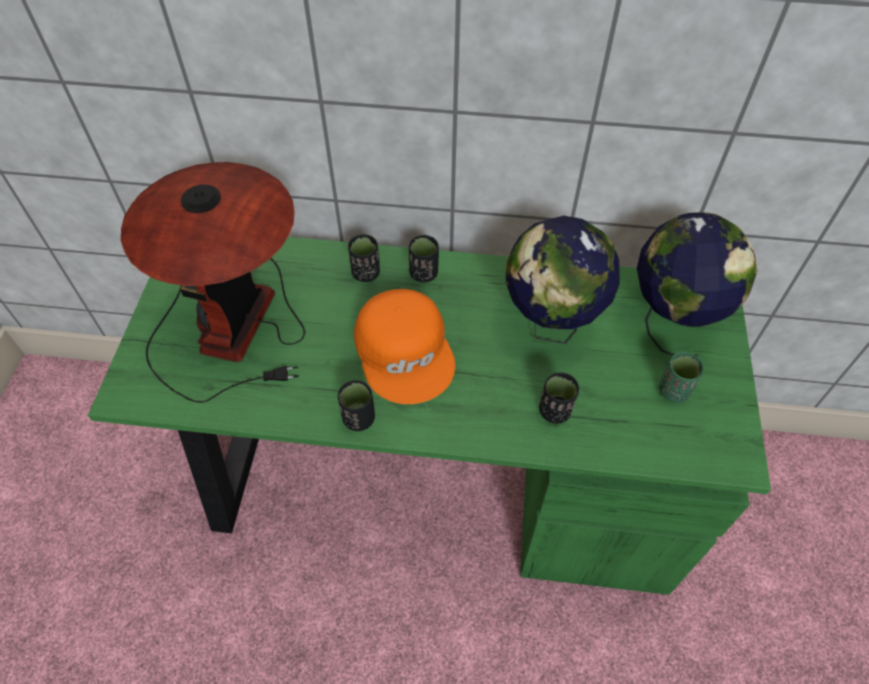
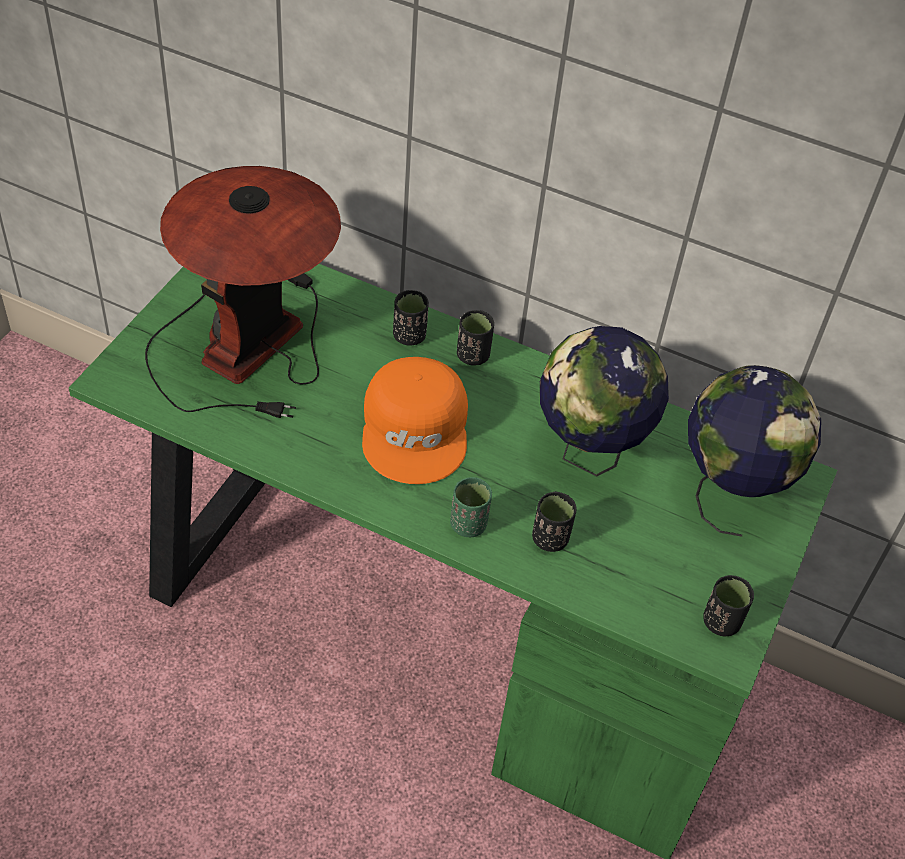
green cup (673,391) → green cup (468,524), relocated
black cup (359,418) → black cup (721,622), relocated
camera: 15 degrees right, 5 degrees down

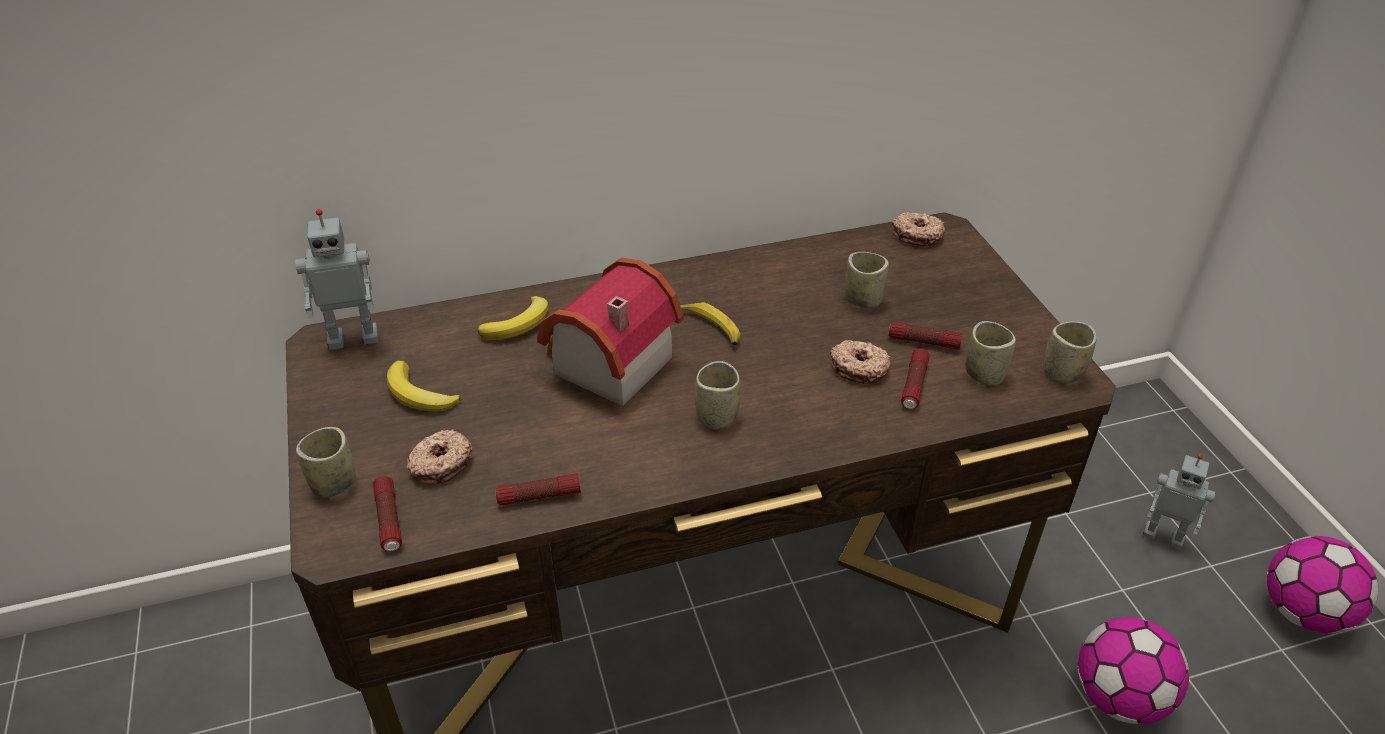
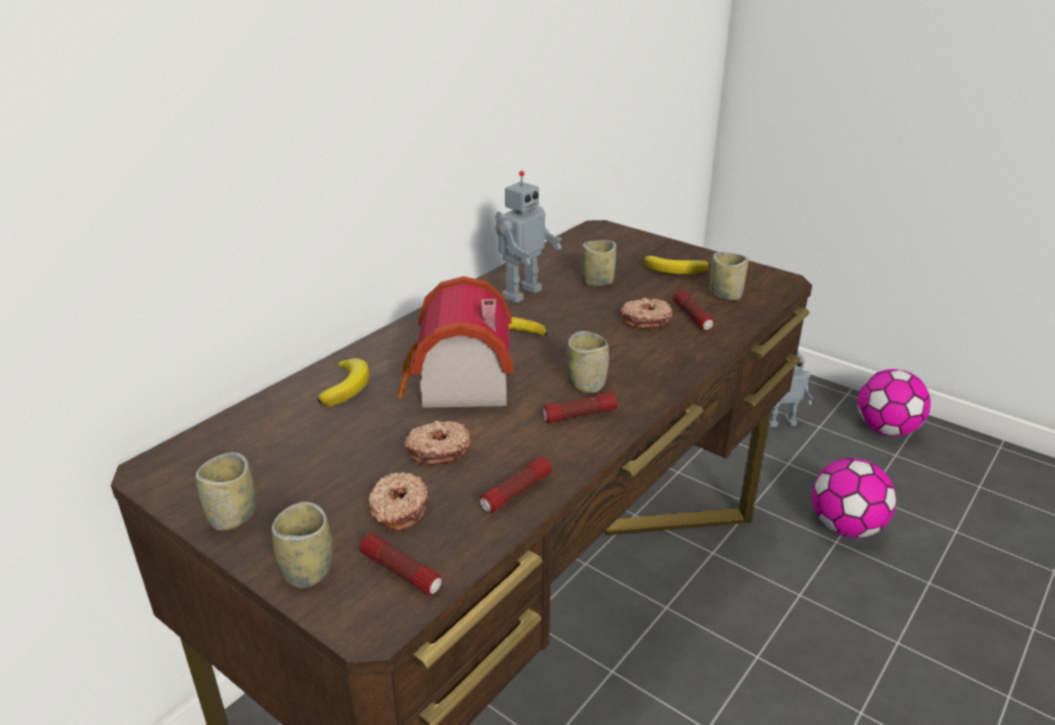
toy robot (354,337) → toy robot (520,293), relocated
donut (917,235) → donut (438,450), relocated
flashlight (924,342) → flashlight (579,415), relocated
cup (1062,372) → cup (232,516), relocated
banana (419,394) → banana (677,270), relocated
camera: 35 degrees left, 10 degrees down

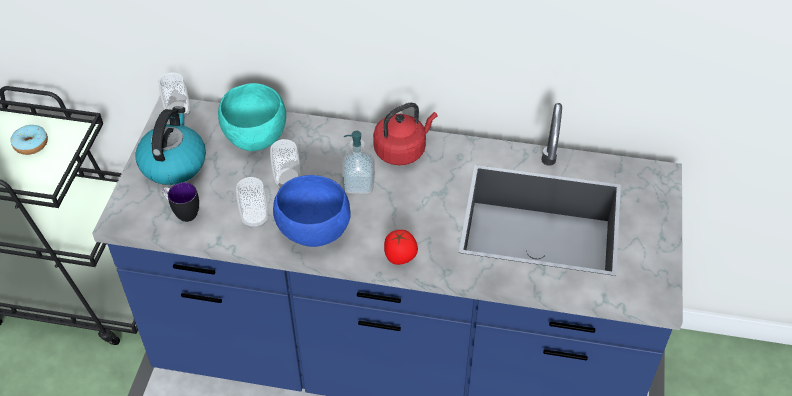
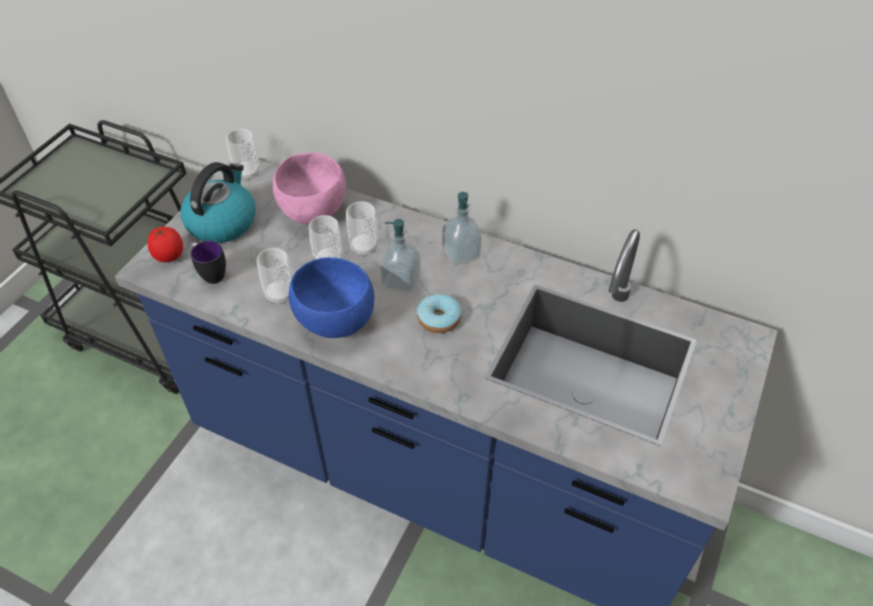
turquoise bowl (256,138) → pink bowl (314,212)
red kettle (402,150) → soap dispenser (461,253)
donut (31,144) → donut (439,319), relocated
tomato (400,257) → tomato (169,257), relocated
- → cup (364,247)
camera: 15 degrees right, 0 degrees up

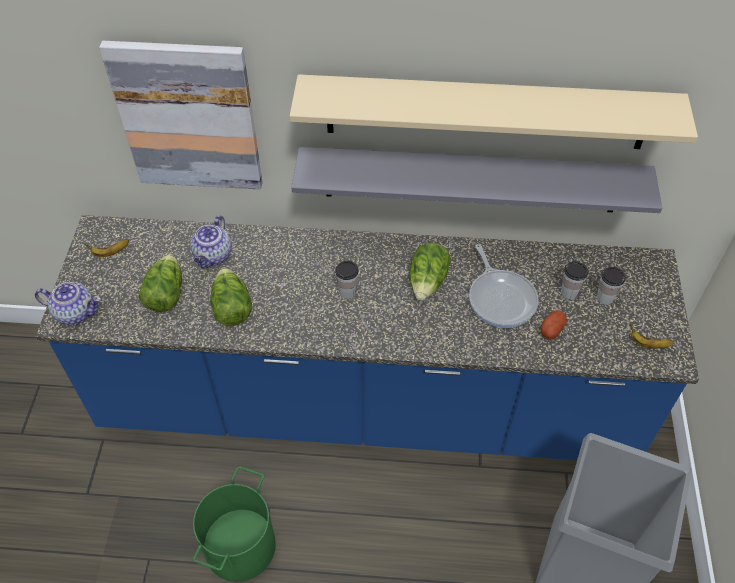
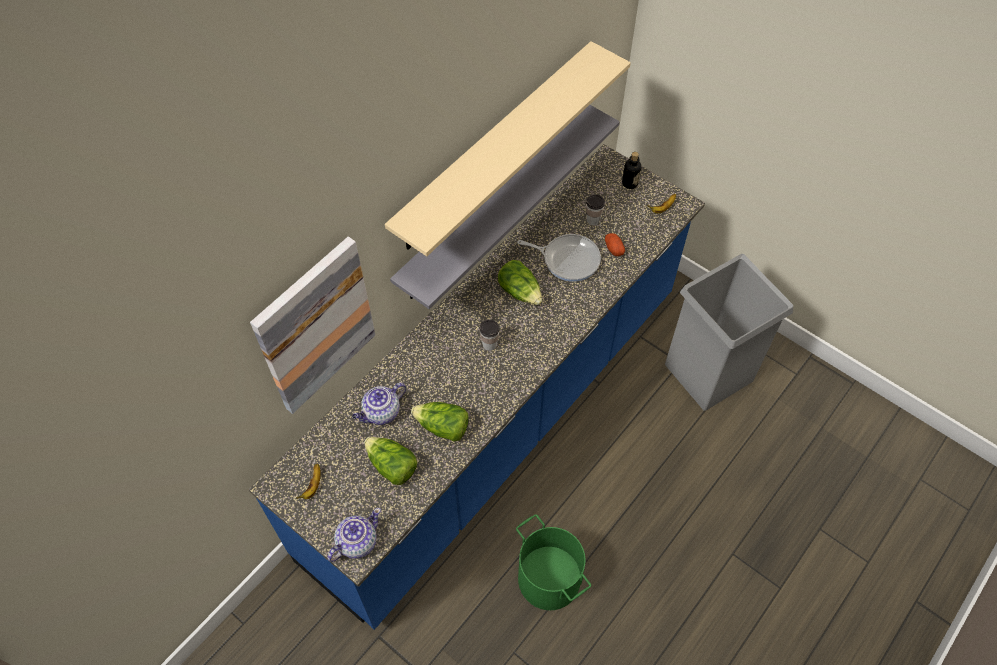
teapot (213,256) → teapot (381,413), 90 degrees clockwise
cup (605,298) → -
- → bottle (629,183)
camera: 55 degrees left, 5 degrees up

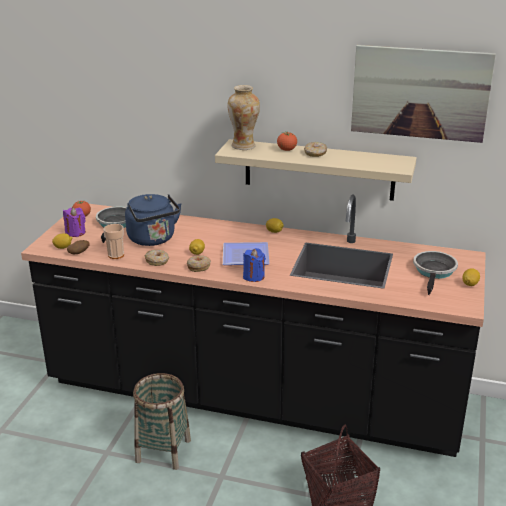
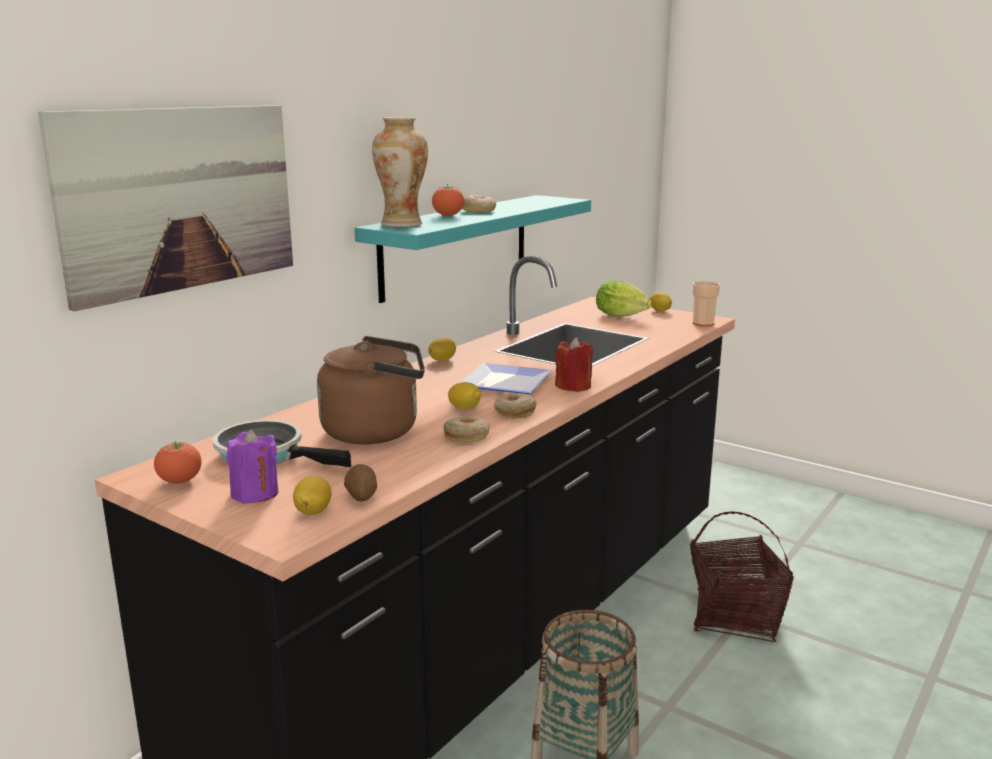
picture (420,93) → picture (180,199), relocated
beige shelf (319,170) → turquoise shelf (456,245)
blue kettle (153,239) → brown kettle (377,431)
cup (116,255) → cup (703,323), relocated
blue candle (253,276) → red candle (573,386)
frying pan (434,272) → lettuce (623,316)
camera: 70 degrees left, 10 degrees down

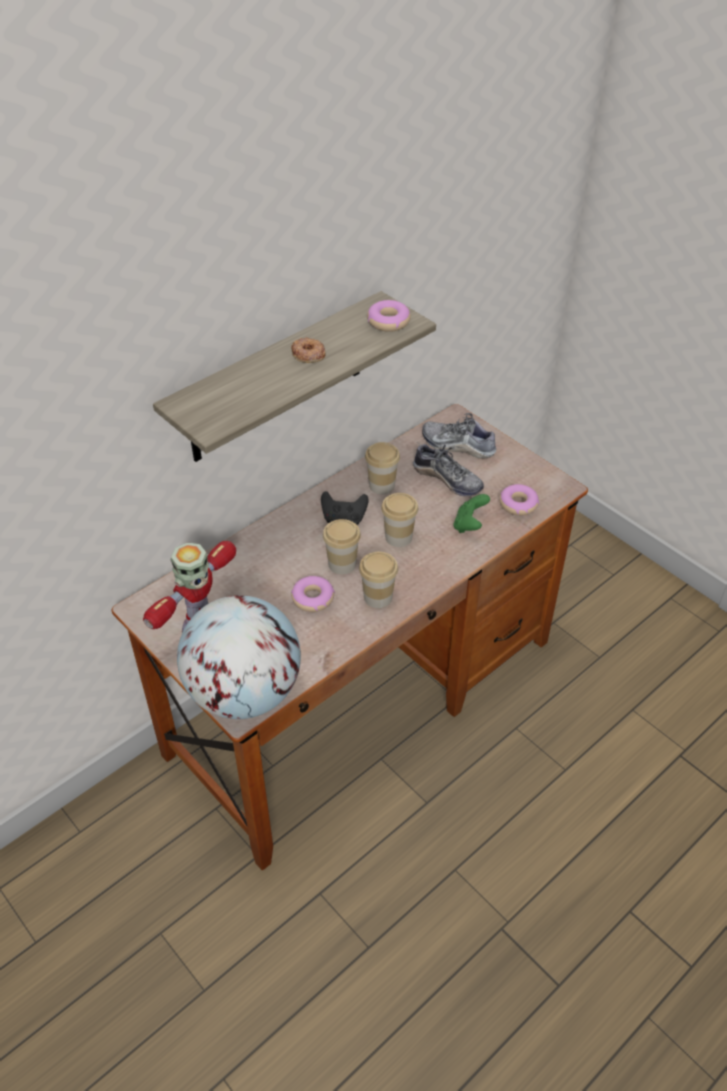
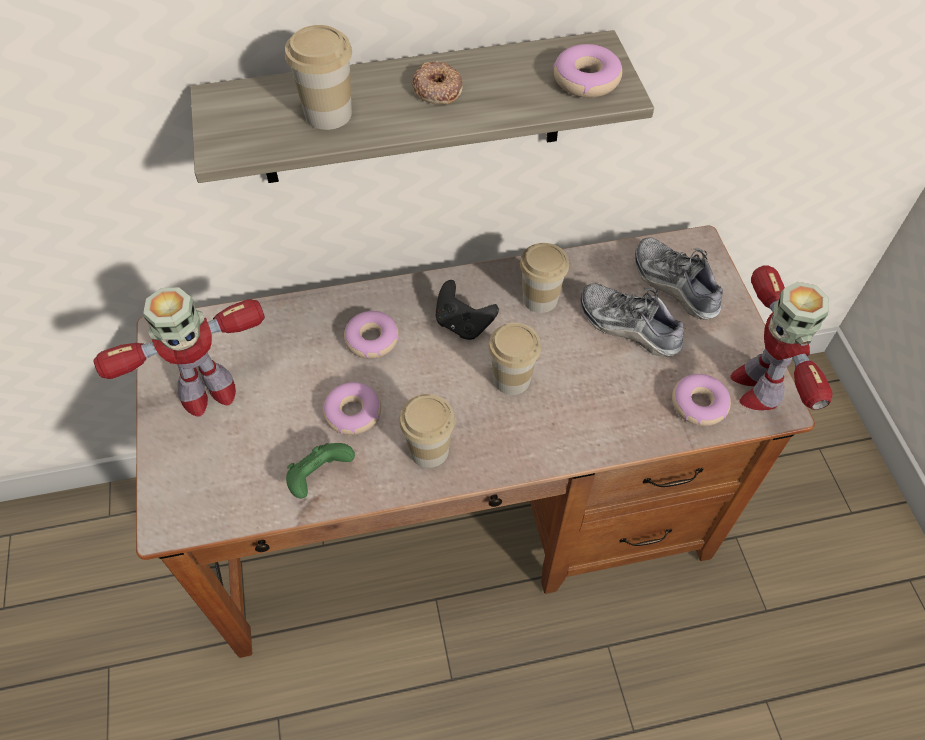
shoe (447,479) → shoe (628,327), 150 degrees clockwise
green game controller (469,525) → green game controller (319,477), relocated
cup (342,564) → cup (328,114), relocated
globe (244,693) → -
- → toy robot (757,386)
- → donut (372,340)
camera: 30 degrees right, 10 degrees up

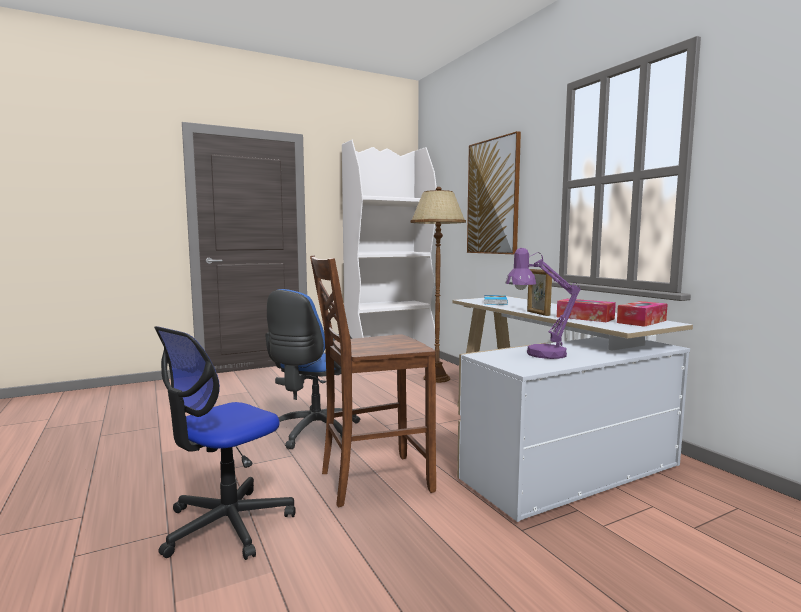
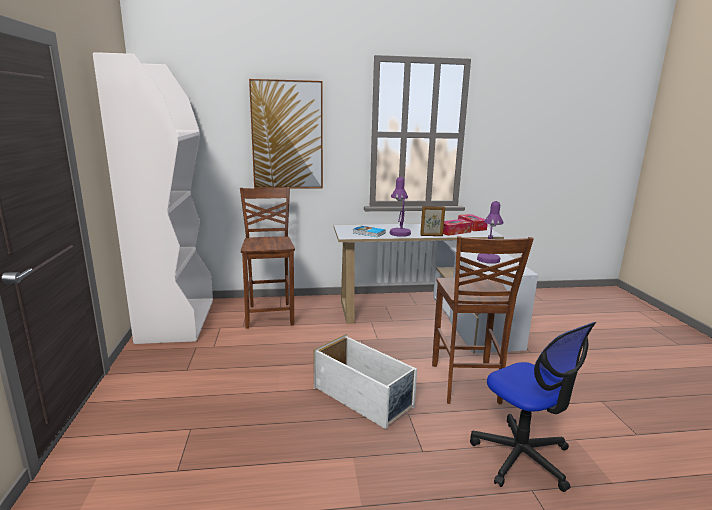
brown floor lamp (436,378) → brown chair (270,314)
blue office chair (312,433) → white storage box (364,397)
- → purple table lamp (399,235)
camera: 70 degrees left, 10 degrees up

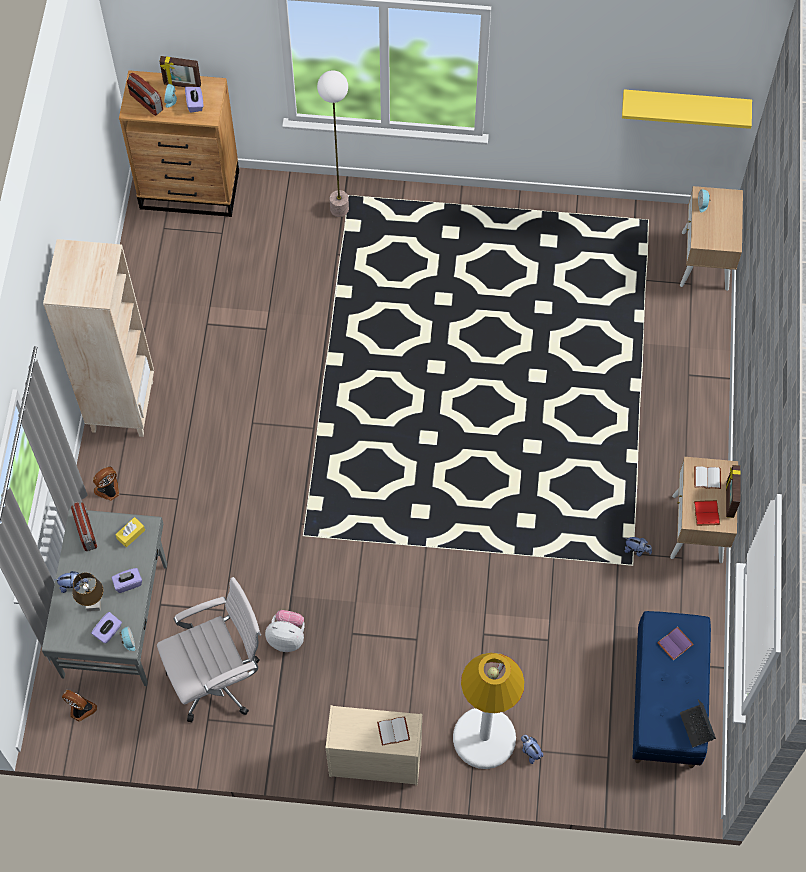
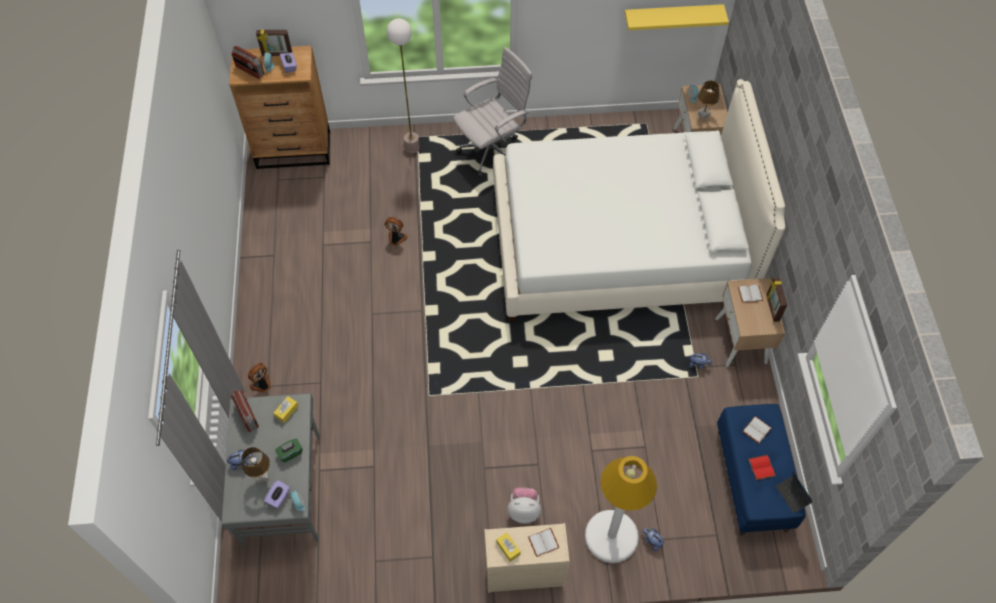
beige bookcase (122,405) → -
red book (707,513) → red book (762,468), relocated
purple tissue box (128,583) → green tissue box (290,453)
white office chair (219,678) → white office chair (493,151), relocated
plush toy (287,637) → plush toy (524,510), relocated
purple book (675,643) → white book (756,429)
fan (81,709) → fan (396,238), relocated
- → white bed (619,243)
- → brown table lamp (703,115)
- → yellow tissue box (508,548)
camera: 10 degrees left, 5 degrees down

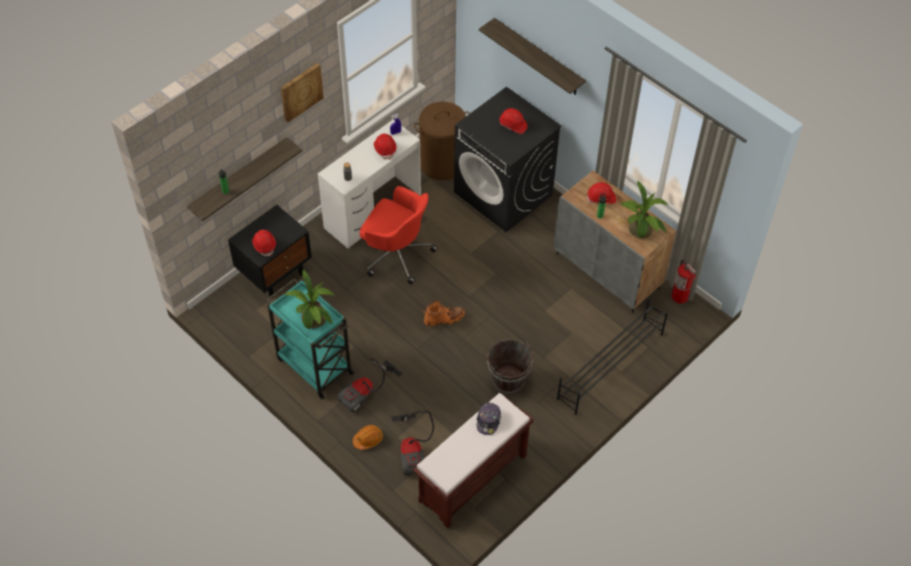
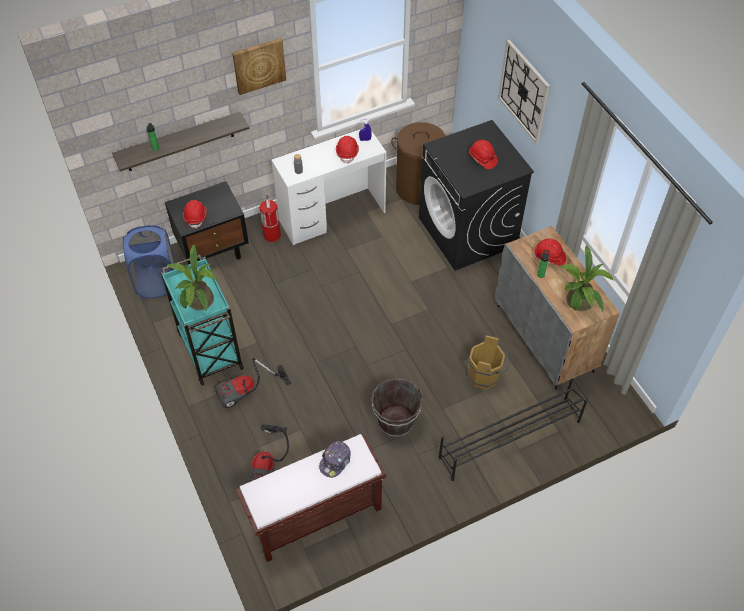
shelf (538,58) → wall clock (524,91)
red office chair (396,254) → -
fire extinguisher (680,296) → fire extinguisher (272,235), relocated
orange boot (444,318) → -
orange hard hat (368,439) → -
- → blue laundry basket (157,282)
- → brown bucket (486,377)
camera: 20 degrees right, 0 degrees up

